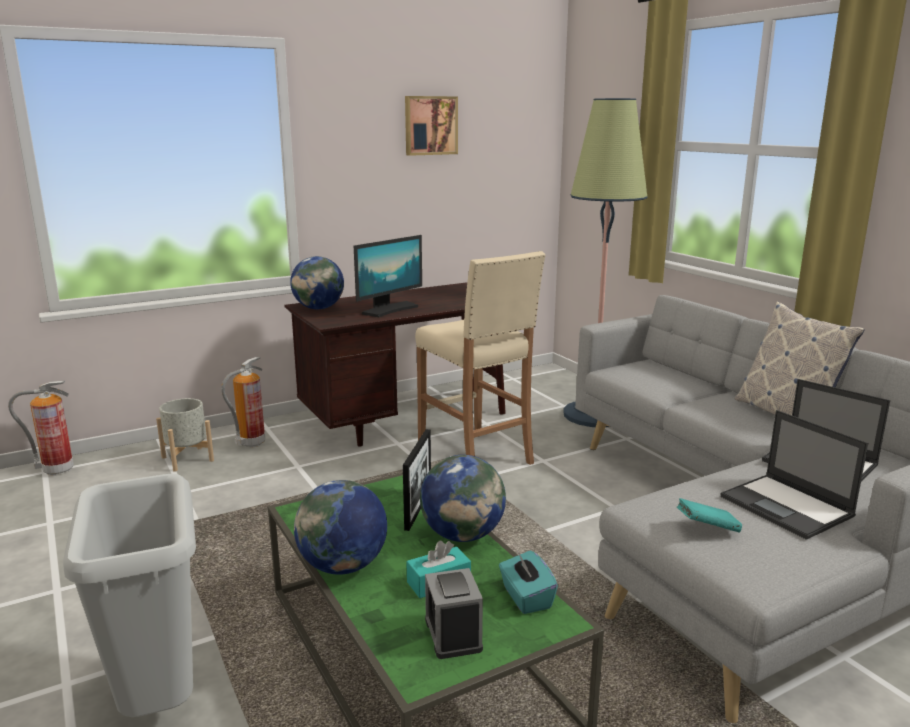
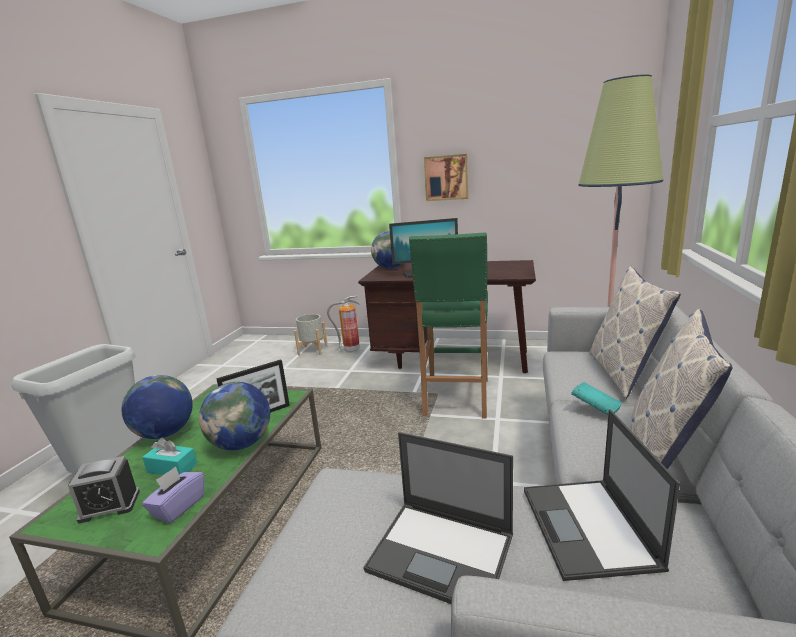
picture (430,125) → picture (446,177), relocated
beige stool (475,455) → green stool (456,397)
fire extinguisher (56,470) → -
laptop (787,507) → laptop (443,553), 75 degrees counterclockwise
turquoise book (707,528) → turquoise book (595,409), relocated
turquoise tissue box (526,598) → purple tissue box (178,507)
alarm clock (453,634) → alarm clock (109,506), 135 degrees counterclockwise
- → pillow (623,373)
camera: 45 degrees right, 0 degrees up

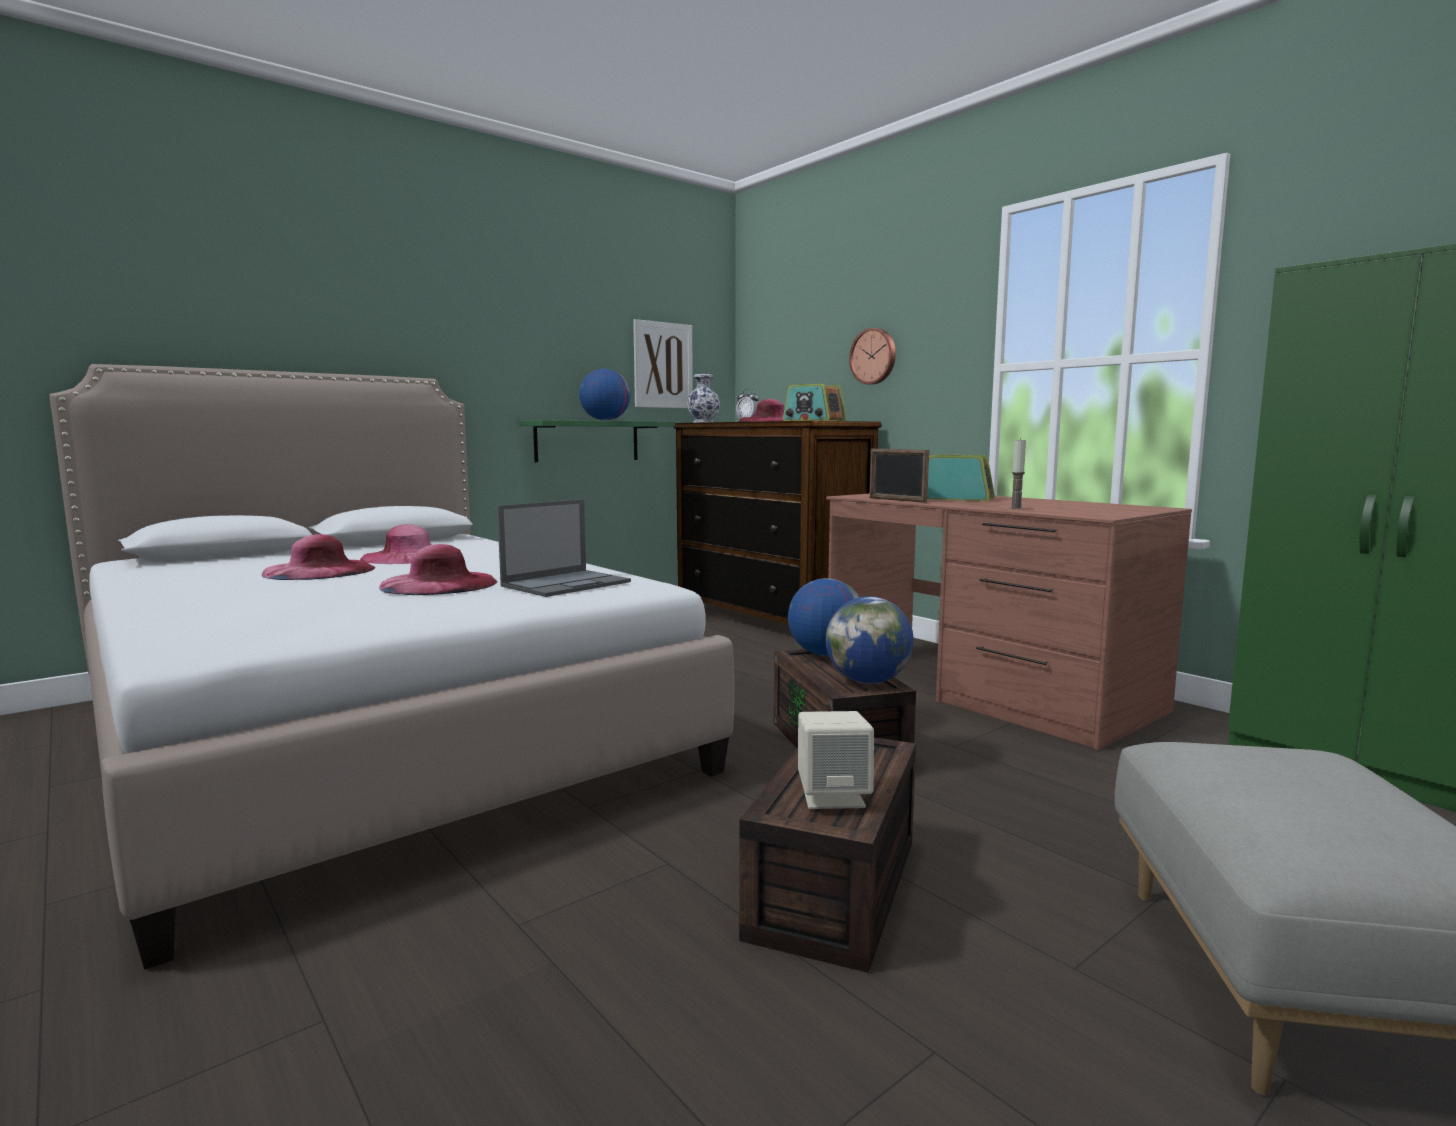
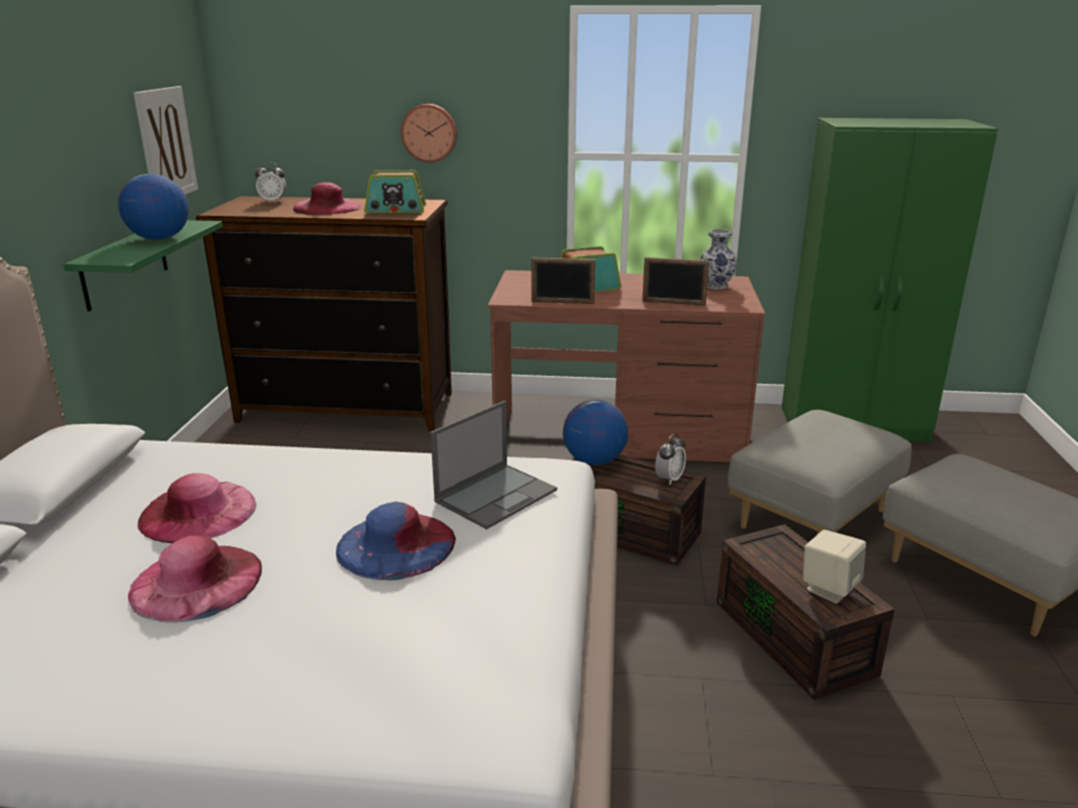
vase (704,422) → vase (716,286), relocated
candle (1016,508) → picture frame (673,303)
laptop (567,584) → laptop (497,495), 45 degrees clockwise
pink hat (439,584) → blue hat (396,544)
globe (868,681) → alarm clock (669,479)
- → grey ottoman (812,518)
camera: 45 degrees left, 15 degrees up

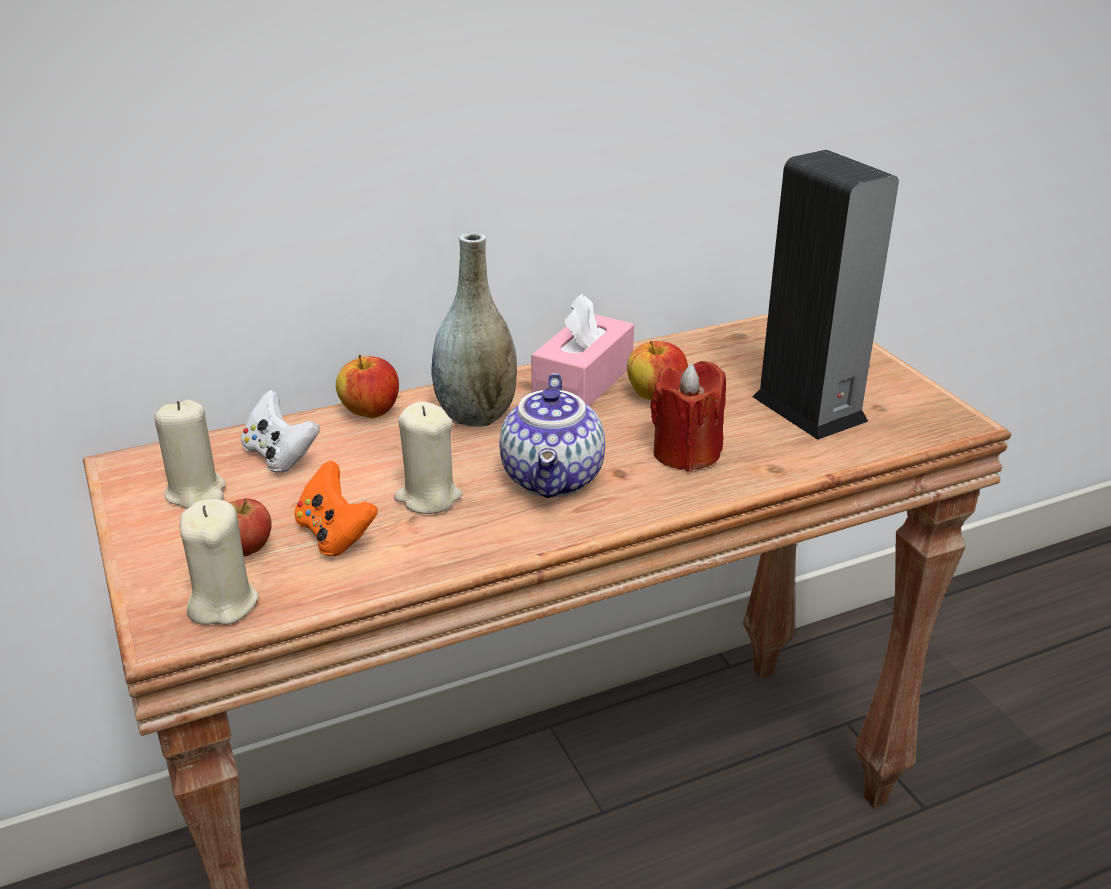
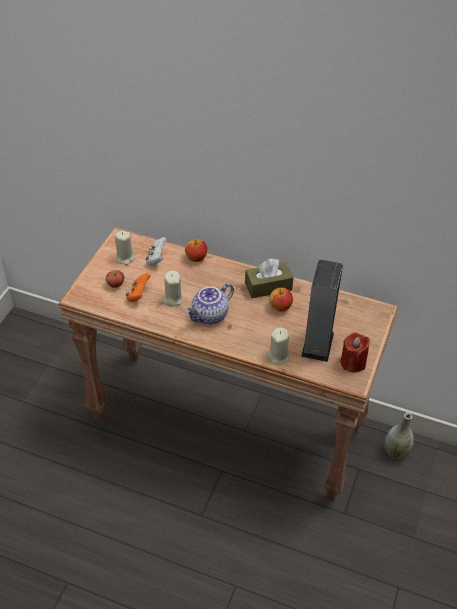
grey vase (476,415) → grey vase (396,451), relocated
pink tissue box (583,381) → brown tissue box (268,286)
red candle (686,453) → red candle (353,362), relocated
beige candle (222,603) → beige candle (278,355), relocated
camera: 45 degrees right, 15 degrees up

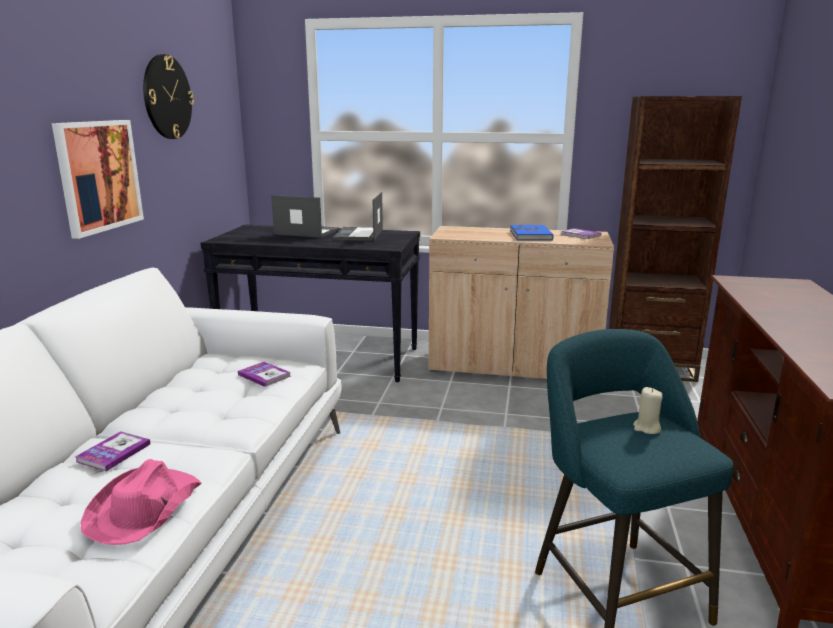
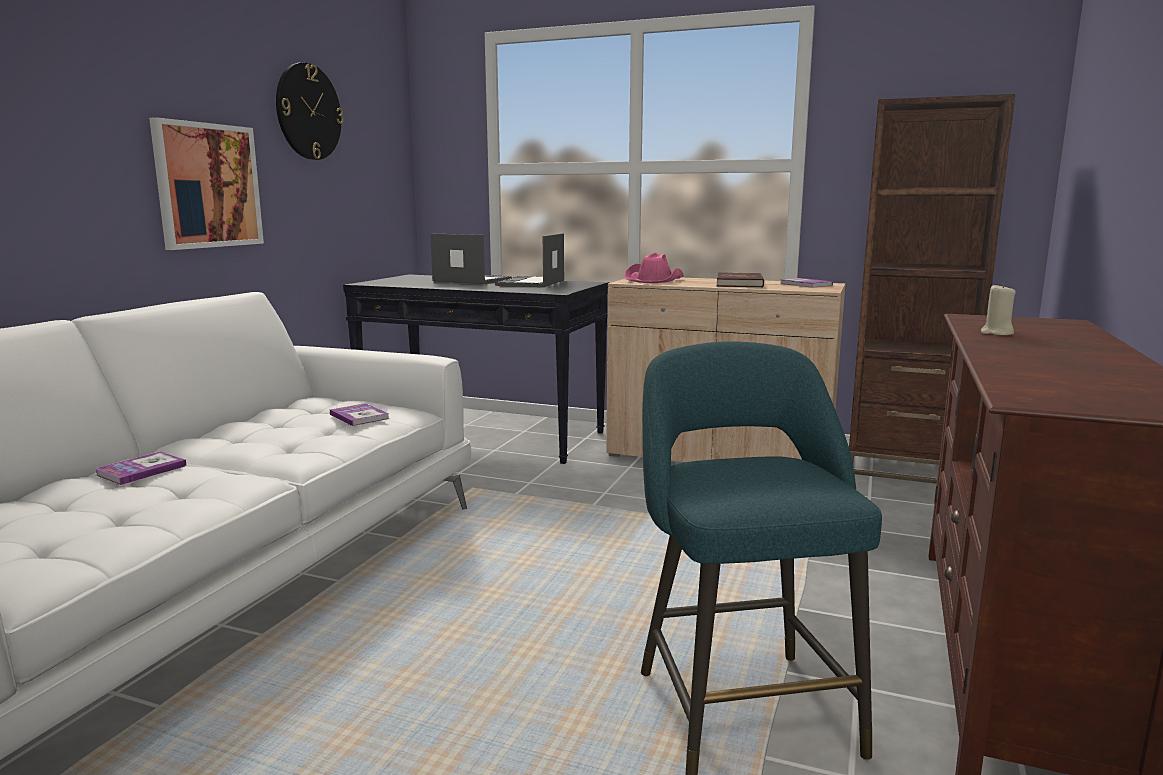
blue book (531,235) → red book (739,283)
beige candle (646,428) → beige candle (996,333), relocated
pink hat (144,508) → pink hat (654,280), relocated
camera: 10 degrees right, 5 degrees down

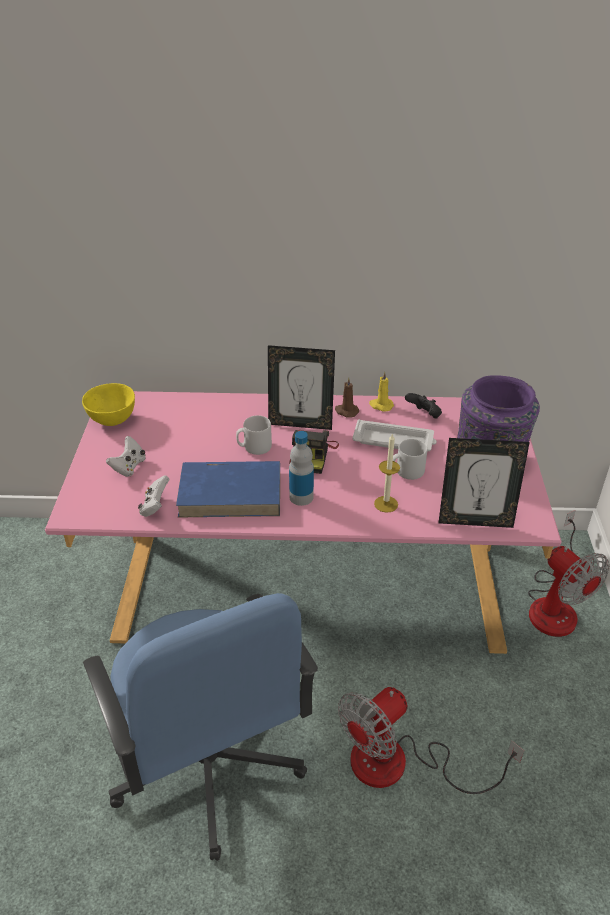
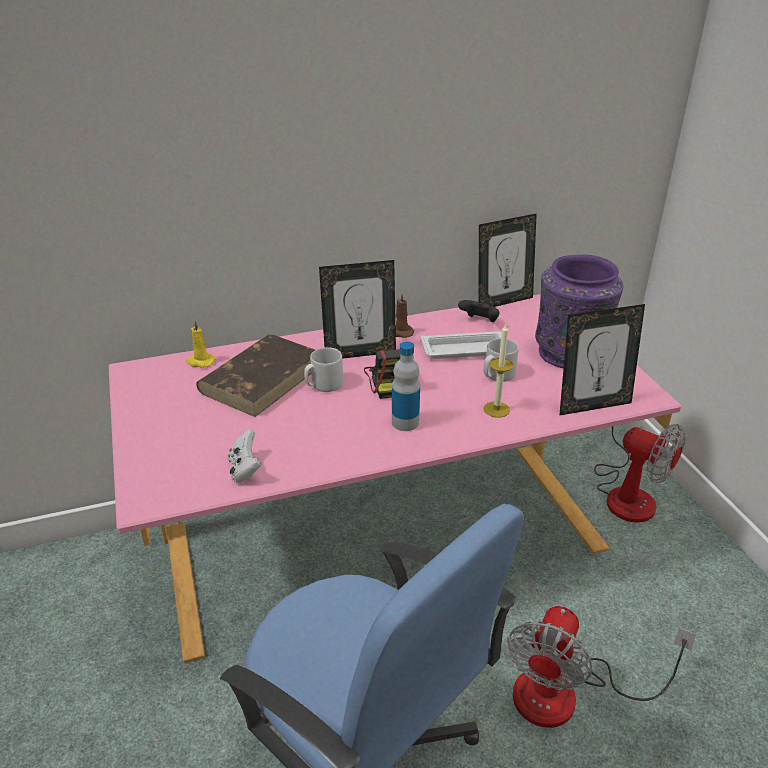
yellow candle (381,405) → yellow candle (200,362), relocated
yellow bowl (112,420) → -
white game controller (129,467) → -
blue book (231,492) → -
- → picture frame (503,301)
- → brown book (262,378)
camera: 20 degrees left, 5 degrees down

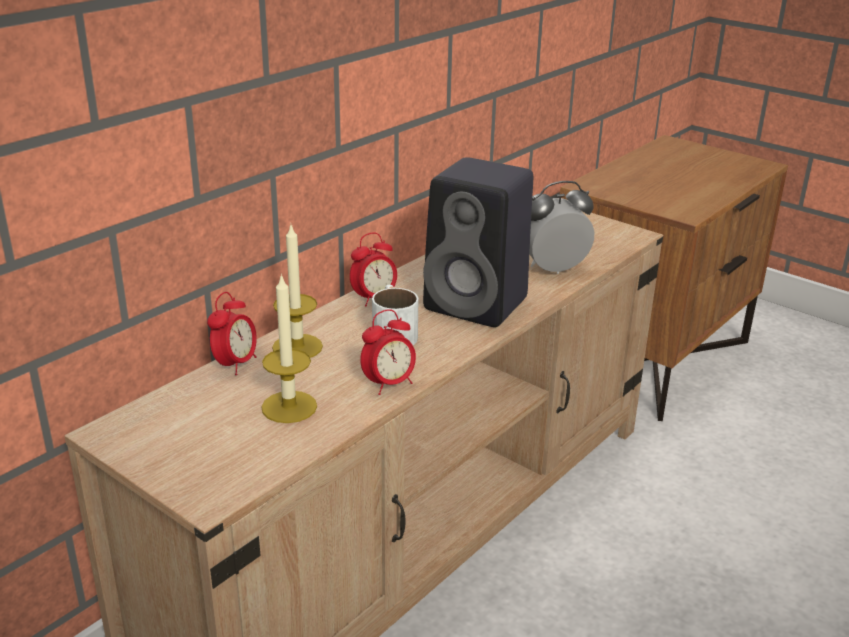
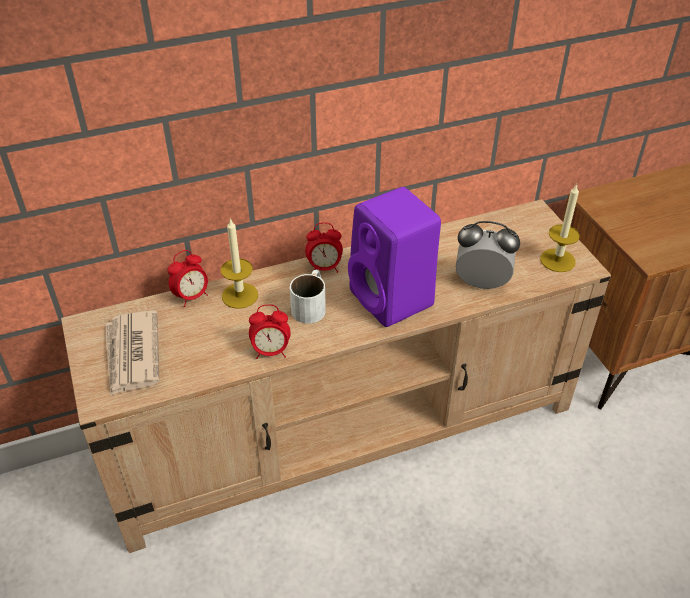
black speaker (479,304) → purple speaker (393,300)
candle (289,407) → candle (557,260), relocated
- → newspaper (132,355)
camera: 30 degrees right, 15 degrees up

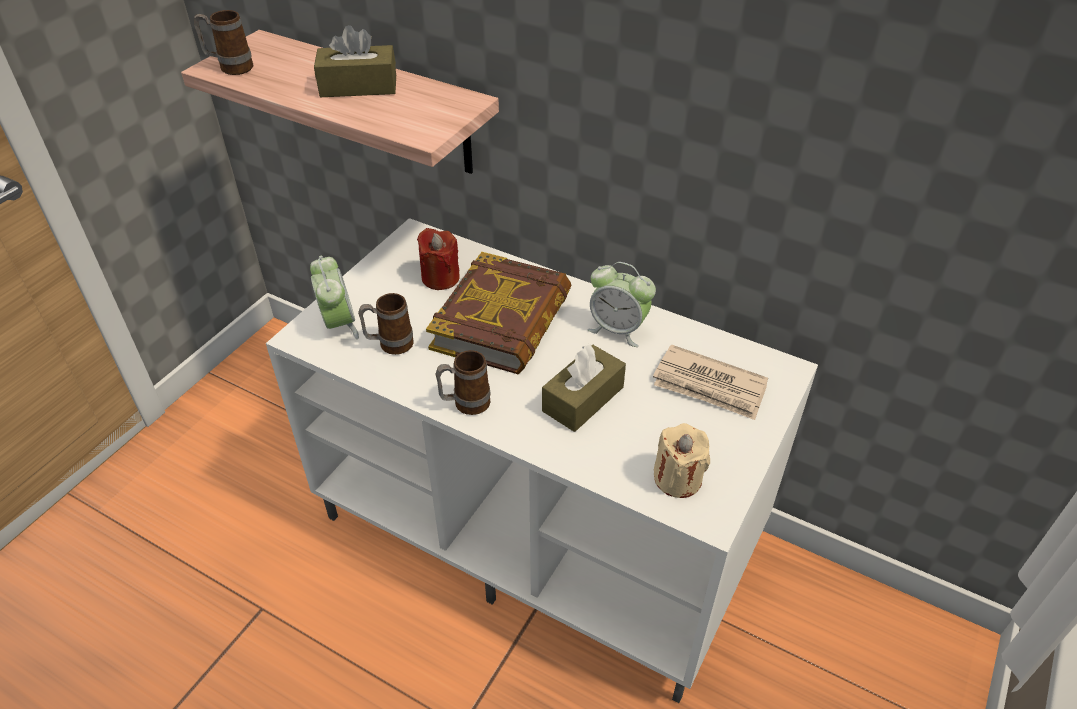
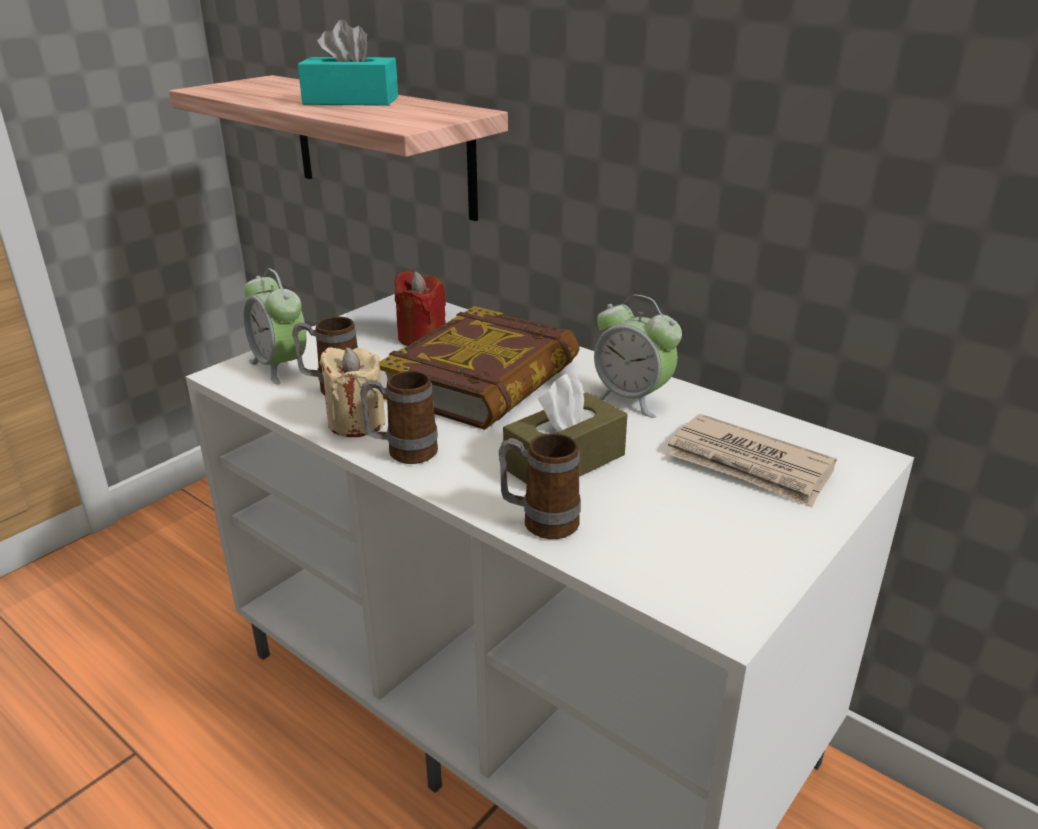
mug (230,68) → mug (539,522), relocated
brown tissue box (358,86) → turquoise tissue box (351,101)
alarm clock (338,324) → alarm clock (280,367), 150 degrees clockwise
beige candle (677,479) → beige candle (357,423), relocated
camera: 10 degrees right, 15 degrees down

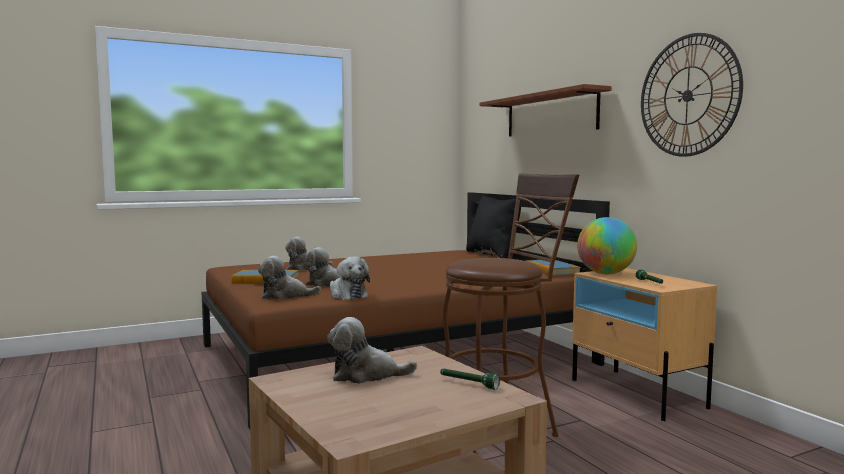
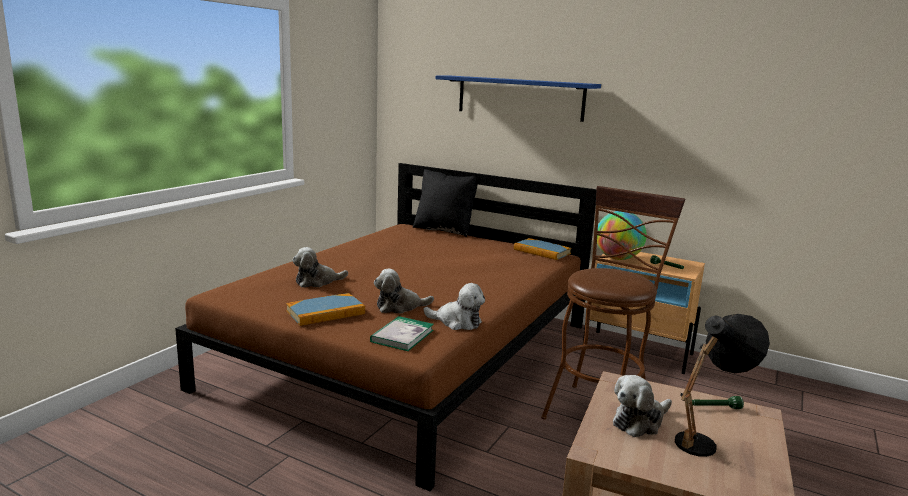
wall clock (688,95) → -
brown shelf (550,114) → blue shelf (520,98)
plush toy (285,296) → book (402,336)
- → black table lamp (706,441)
camera: 35 degrees left, 10 degrees up

